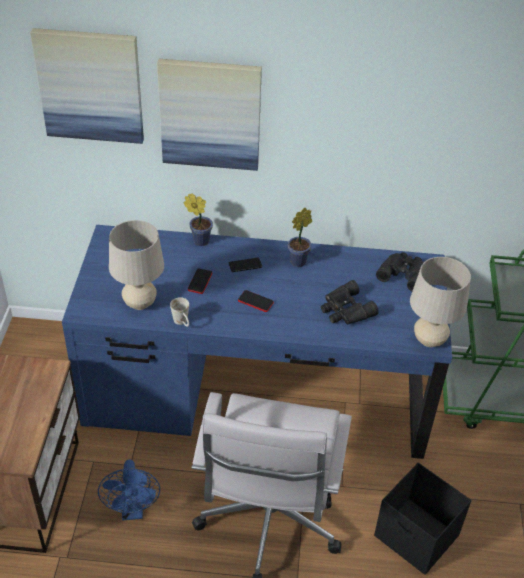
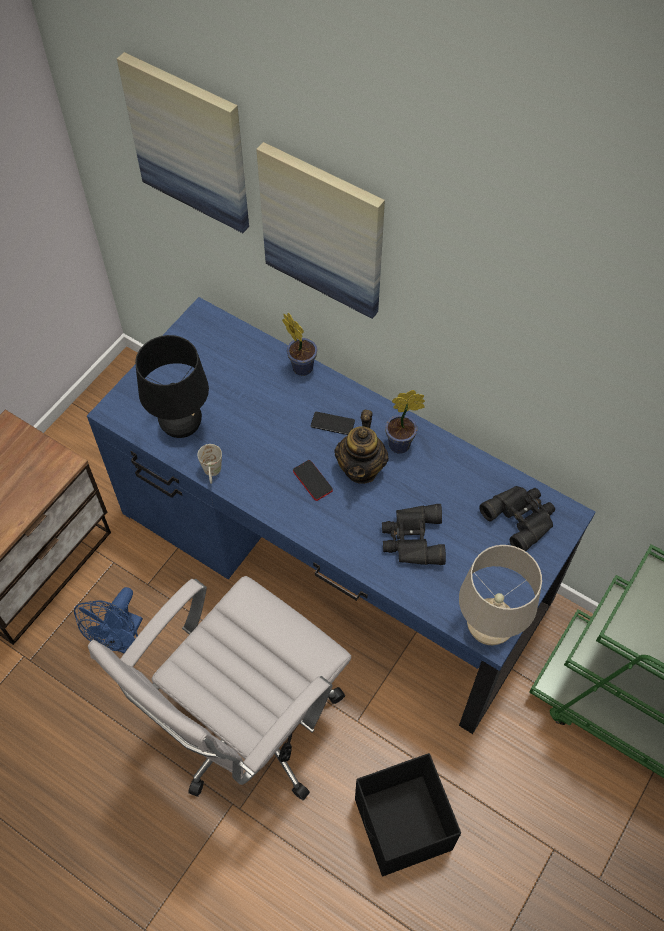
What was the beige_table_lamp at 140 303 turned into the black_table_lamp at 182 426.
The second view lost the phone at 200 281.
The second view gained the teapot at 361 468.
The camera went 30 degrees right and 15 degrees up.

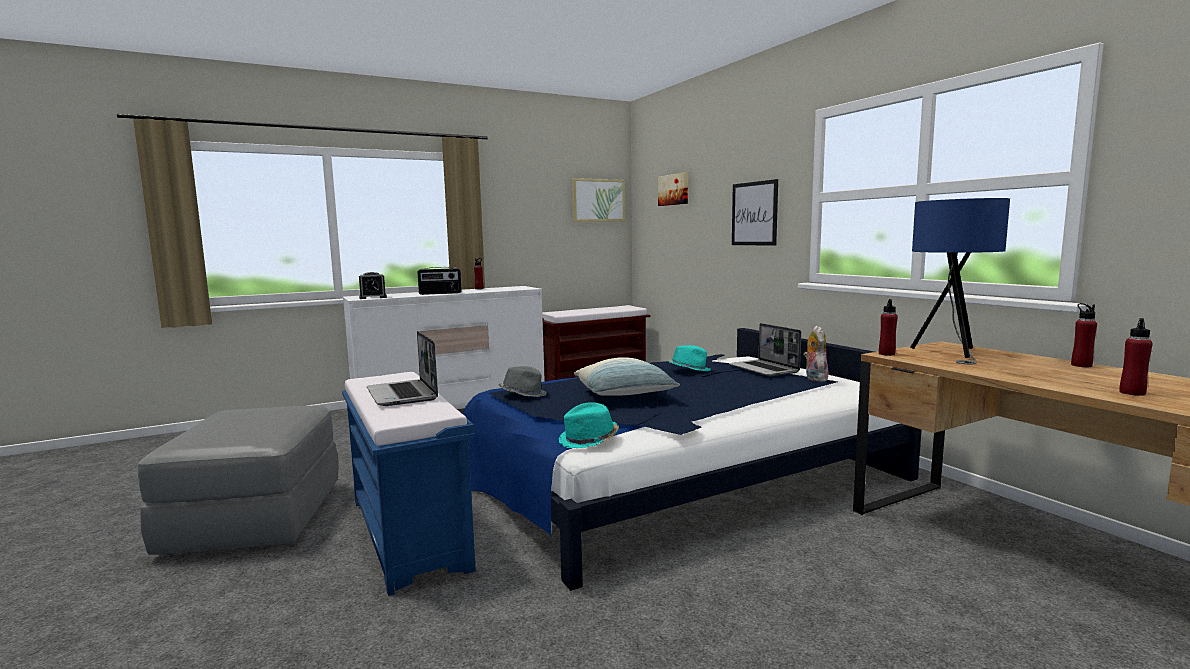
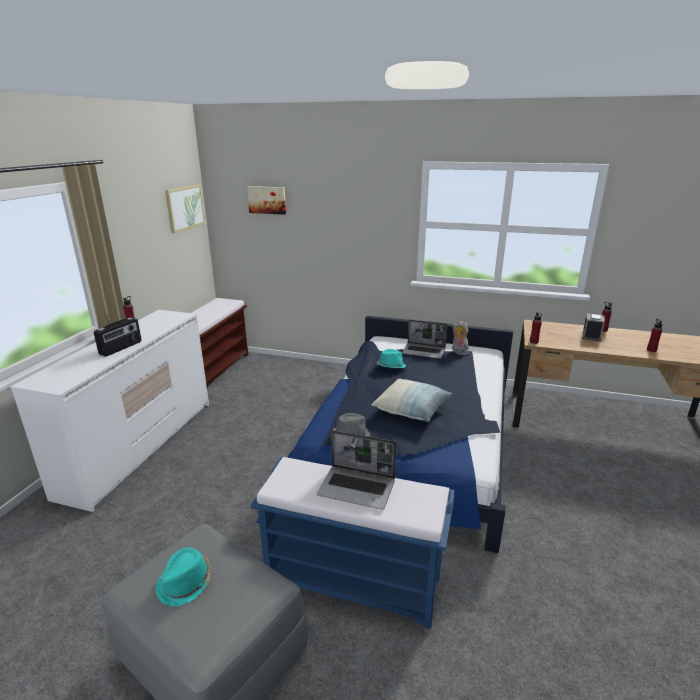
The second view lost the picture at 754 213.
The second view lost the blue_table_lamp at 950 353.
The alarm_clock ended up elsewhere, having gone from 373 297 to 591 336.
The turquoise_hat ended up elsewhere, having gone from 589 440 to 185 583.
The camera went 45 degrees left and 15 degrees up.

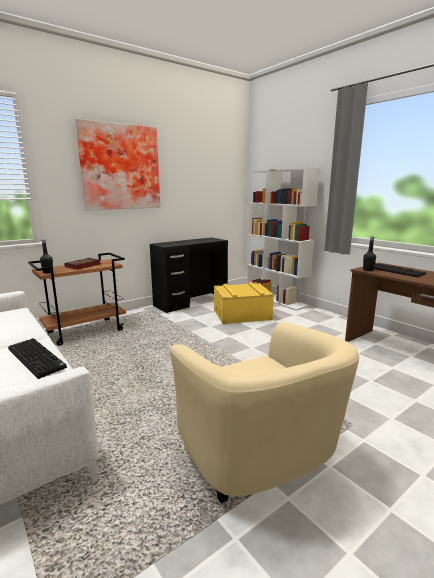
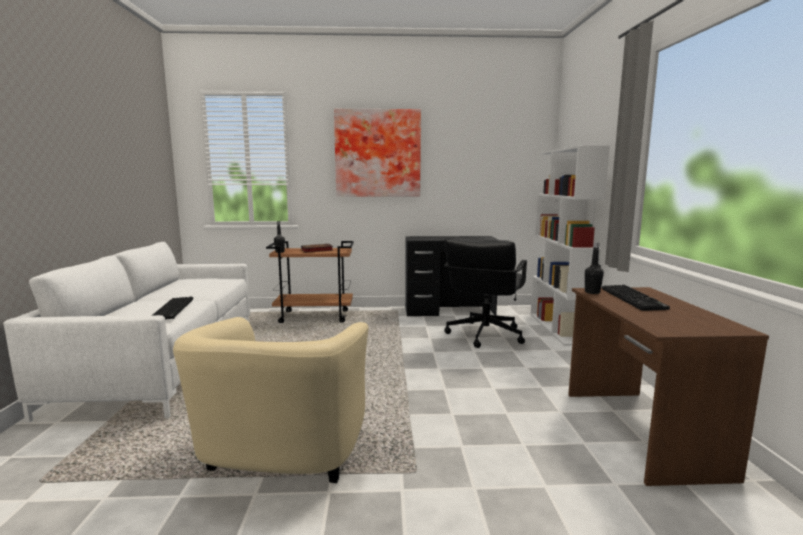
Where the yellow_storage_box stood at 242 315, the black_office_chair came to stand at 484 335.
The camera went 35 degrees right and 5 degrees down.

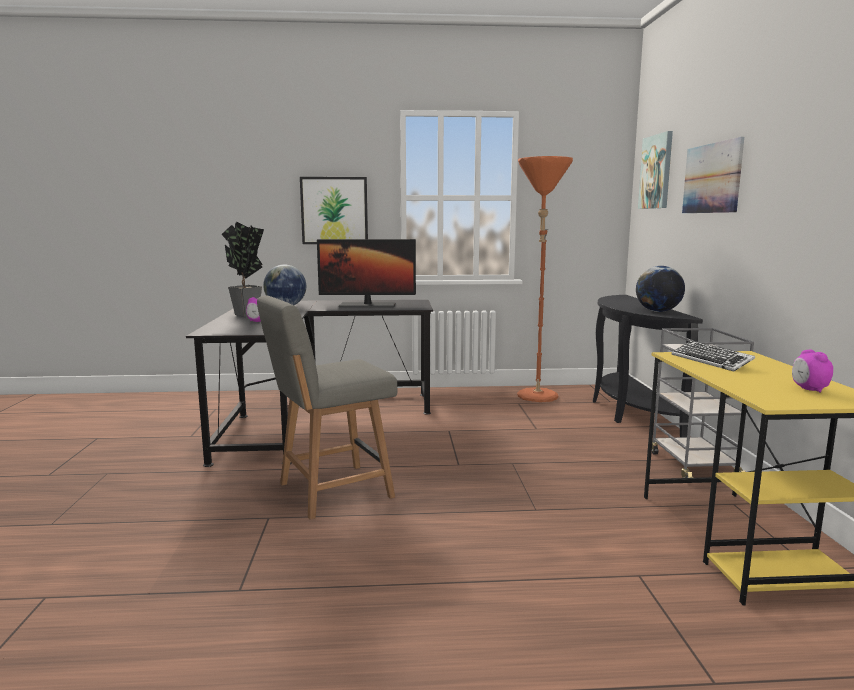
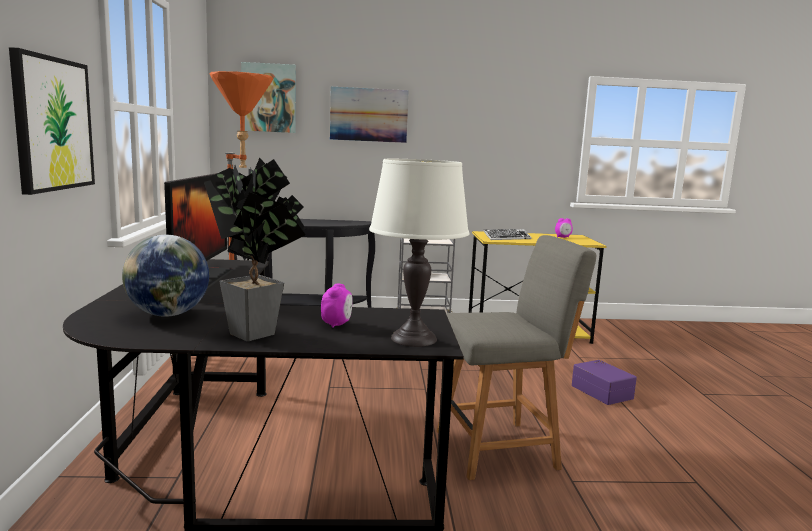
The second view lost the globe at 658 311.
The grey_chair at 331 491 ended up facing another way, 75 degrees counterclockwise from before.
The second view gained the white_table_lamp at 413 339.
The second view gained the purple_storage_box at 602 391.
The camera went 90 degrees left and 0 degrees up.

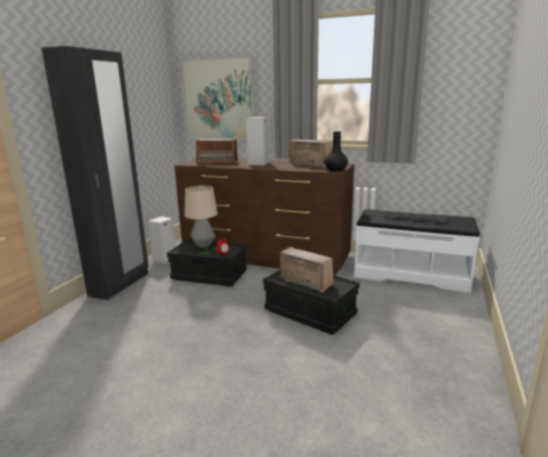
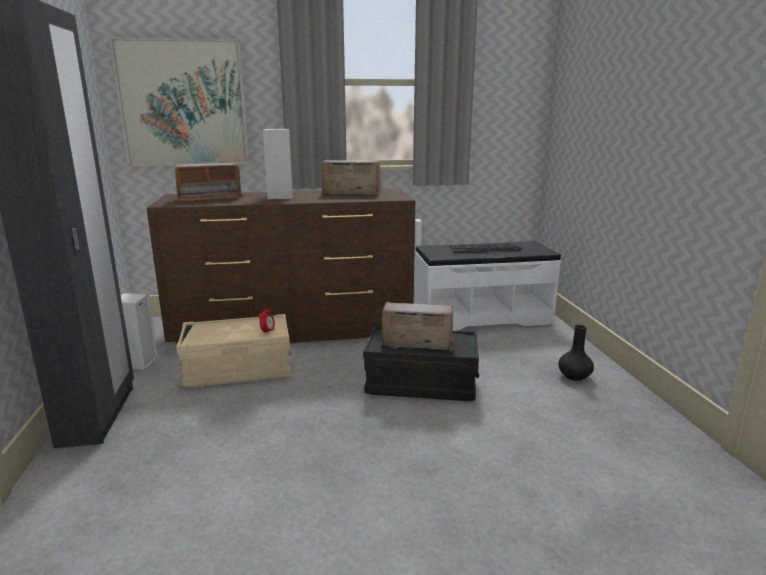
The black_vase ended up elsewhere, having gone from 336 170 to 574 376.
The second view lost the table_lamp at 203 245.
What was the black_storage_box at 209 275 turned into the beige_storage_box at 238 370.
The camera went 30 degrees left and 0 degrees up.

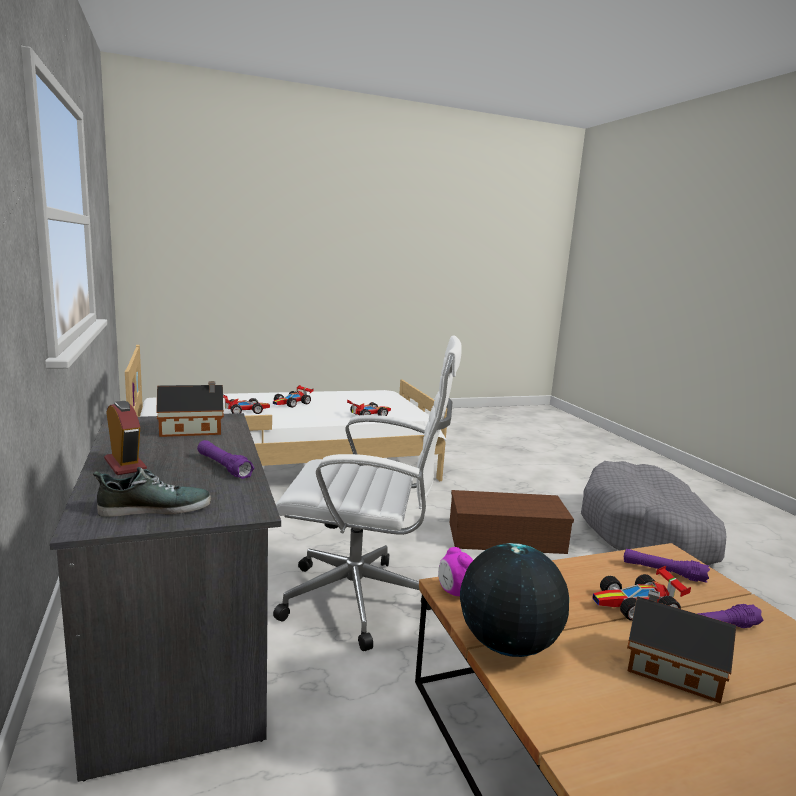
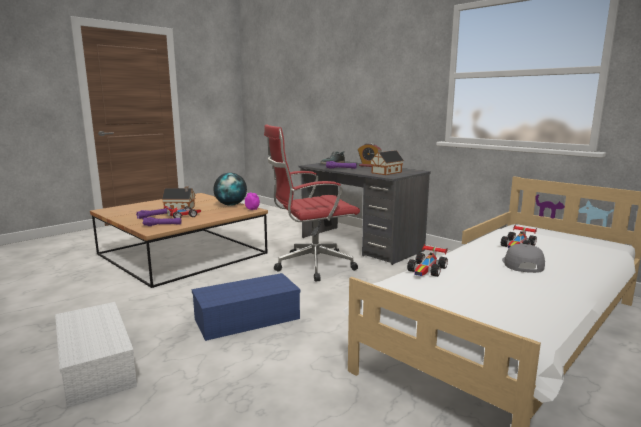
What was the white_office_chair at 362 600 turned into the red_office_chair at 311 266.
Where the toy_car stood at 292 403, the grey_cap came to stand at 521 264.
Where the grey_dog_bed stood at 646 532, the white_storage_box came to stand at 98 366.
What was the brown_storage_box at 507 537 turned into the blue_storage_box at 246 319.
The camera went 155 degrees right and 0 degrees up.

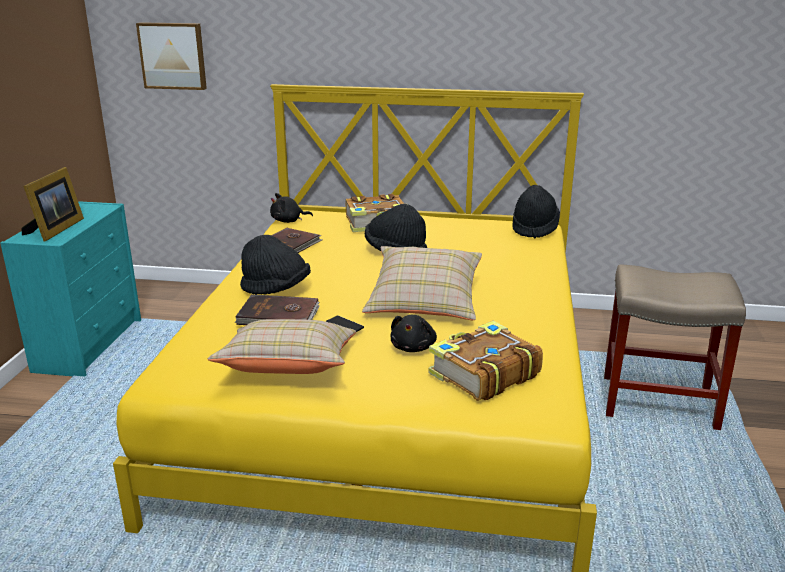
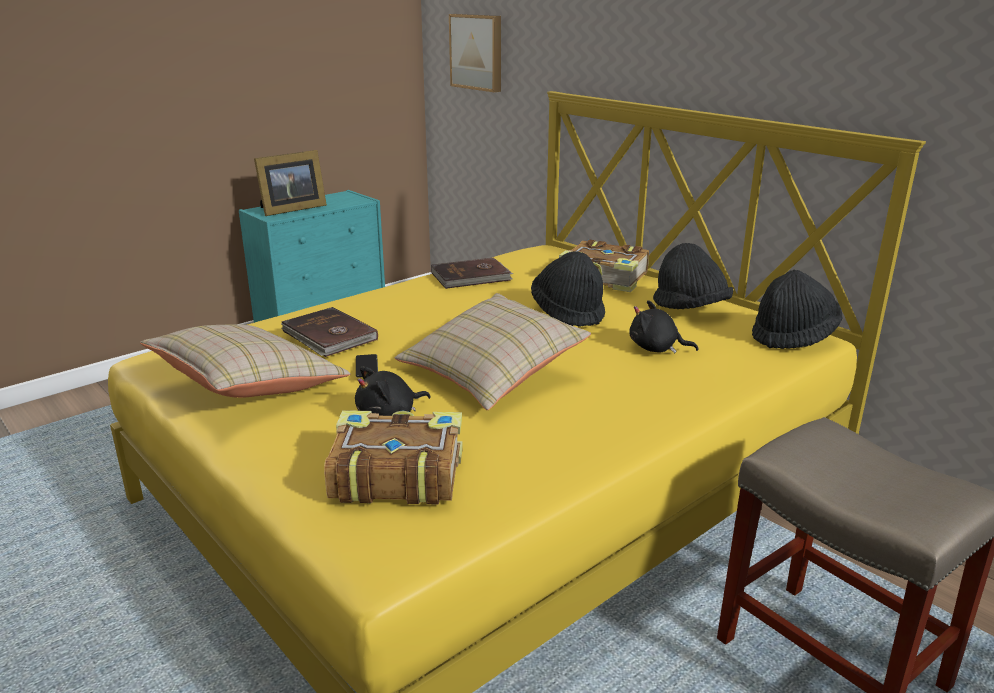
The black_plush_toy ended up elsewhere, having gone from 288 221 to 656 349.
The black_hat ended up elsewhere, having gone from 276 290 to 689 309.
The camera went 40 degrees right and 0 degrees up.

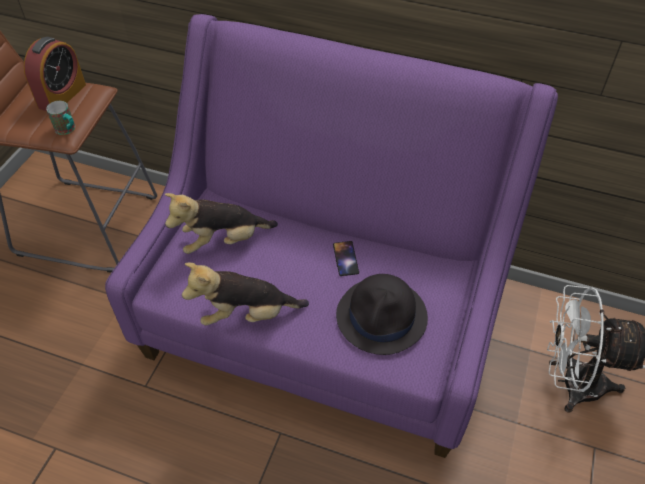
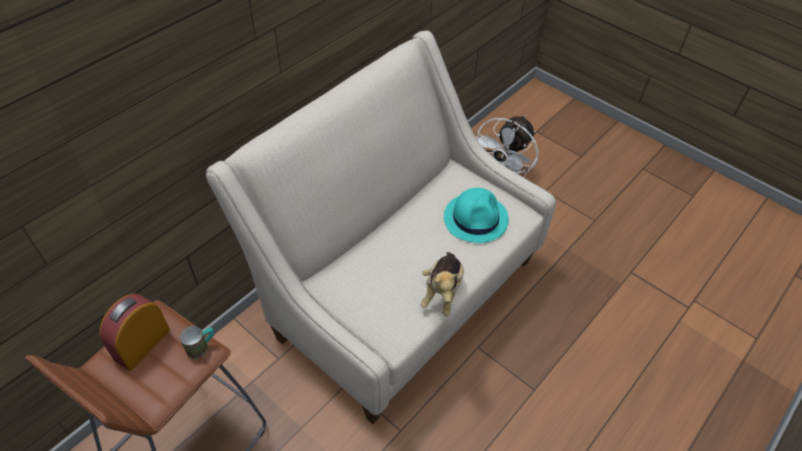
What was the purple_sofa at 322 322 turned into the beige_sofa at 397 290.
The alarm_clock at 62 96 ended up facing another way, 105 degrees counterclockwise from before.
The second view lost the plush_toy at 223 241.
The second view lost the phone at 345 258.
What was the black_hat at 382 316 turned into the turquoise_hat at 476 218.
The camera went 70 degrees left and 0 degrees up.

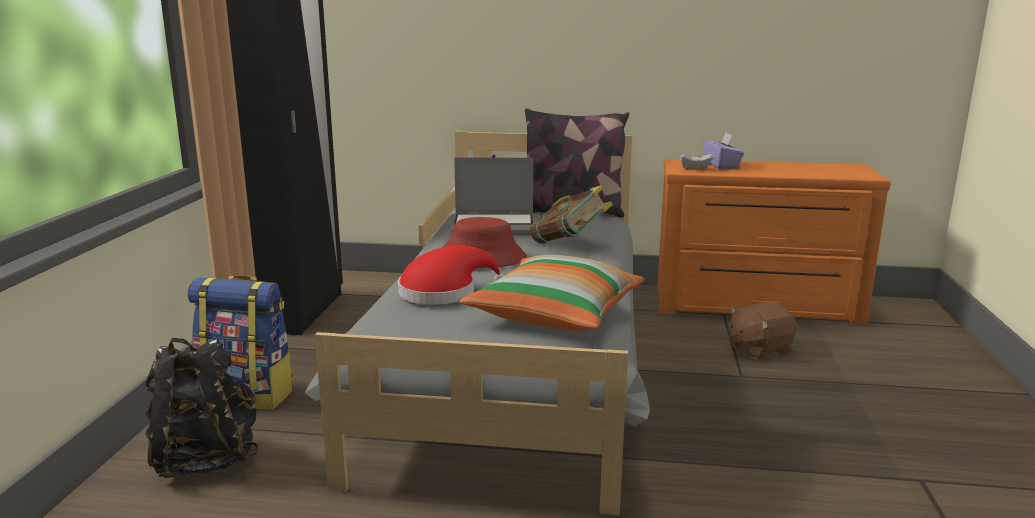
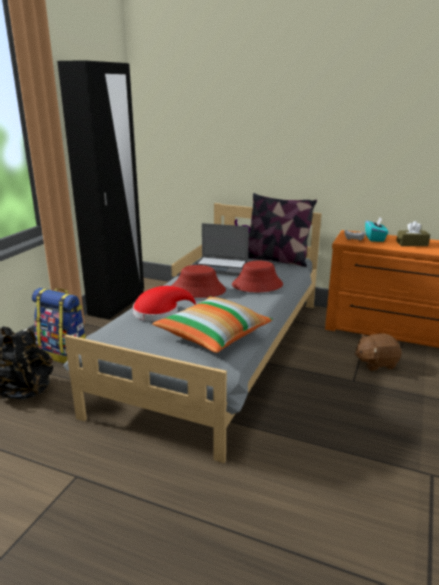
What was the purple_tissue_box at 722 165 turned into the turquoise_tissue_box at 375 238.
Where the book stood at 569 244, the red_hat came to stand at 257 285.
The second view gained the brown_tissue_box at 412 244.
The camera went 15 degrees right and 5 degrees up.

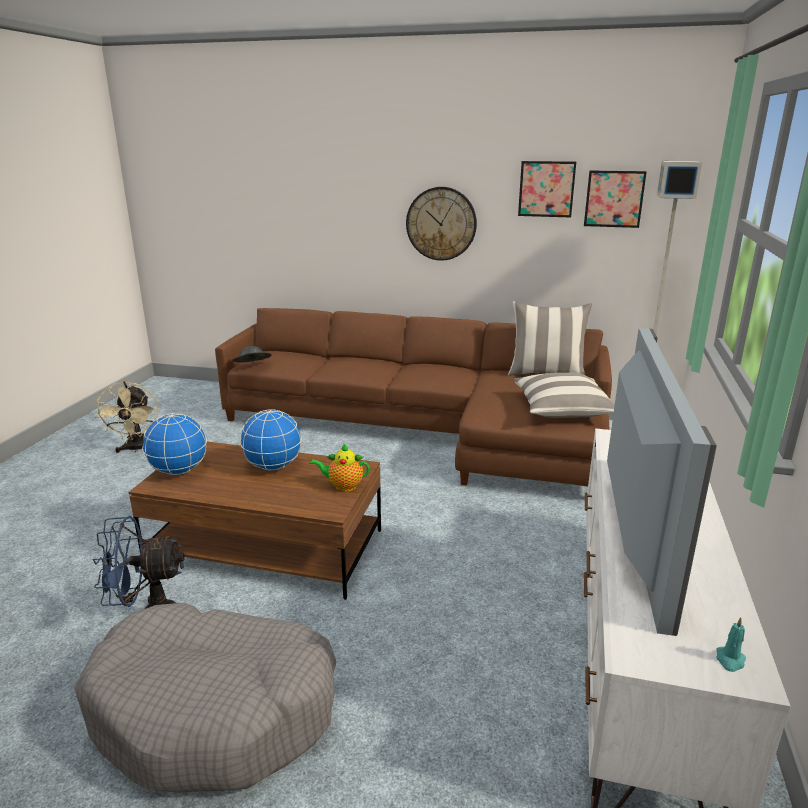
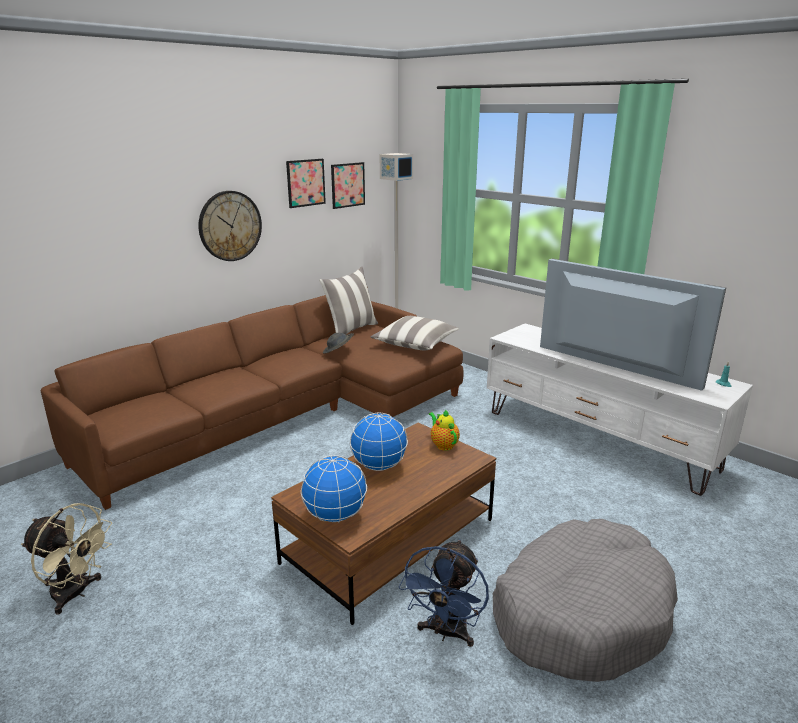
The grey_hat ended up elsewhere, having gone from 252 366 to 338 351.
The teapot at 343 486 ended up facing another way, 120 degrees clockwise from before.
The camera went 60 degrees left and 0 degrees up.

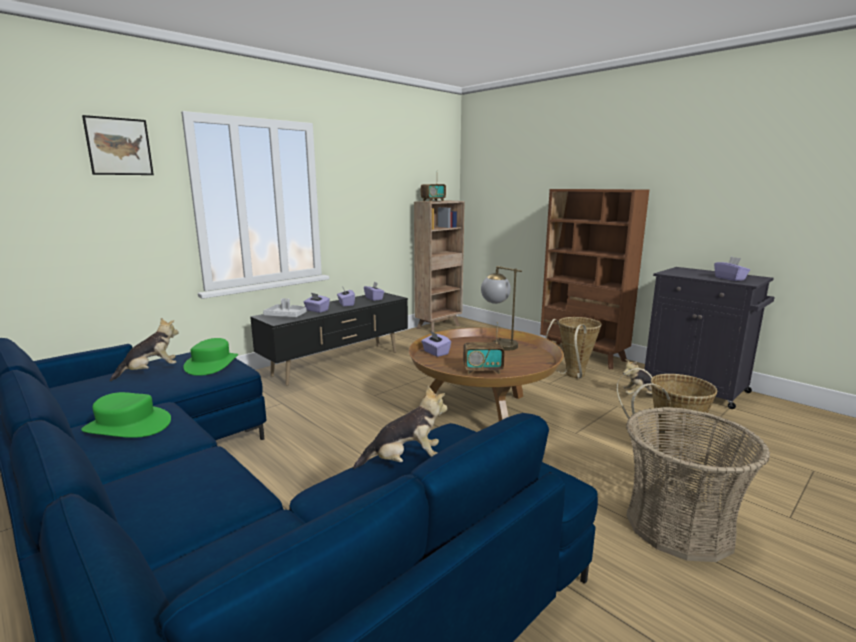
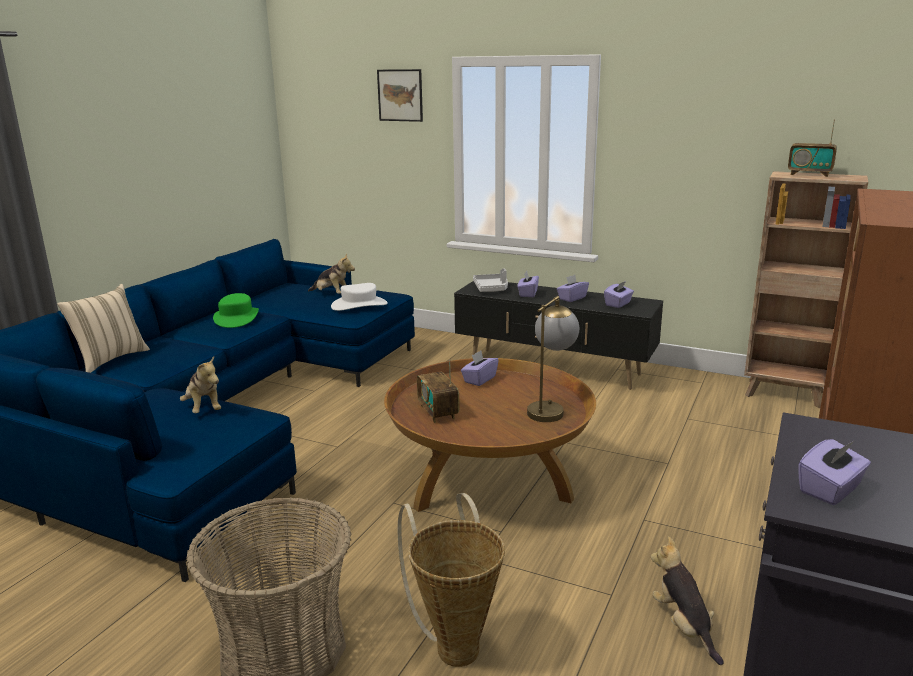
The second view lost the basket at 572 376.
What was the green_hat at 212 364 turned into the white_hat at 359 305.
The second view gained the beige_pillow at 110 359.
The camera went 70 degrees right and 5 degrees up.

